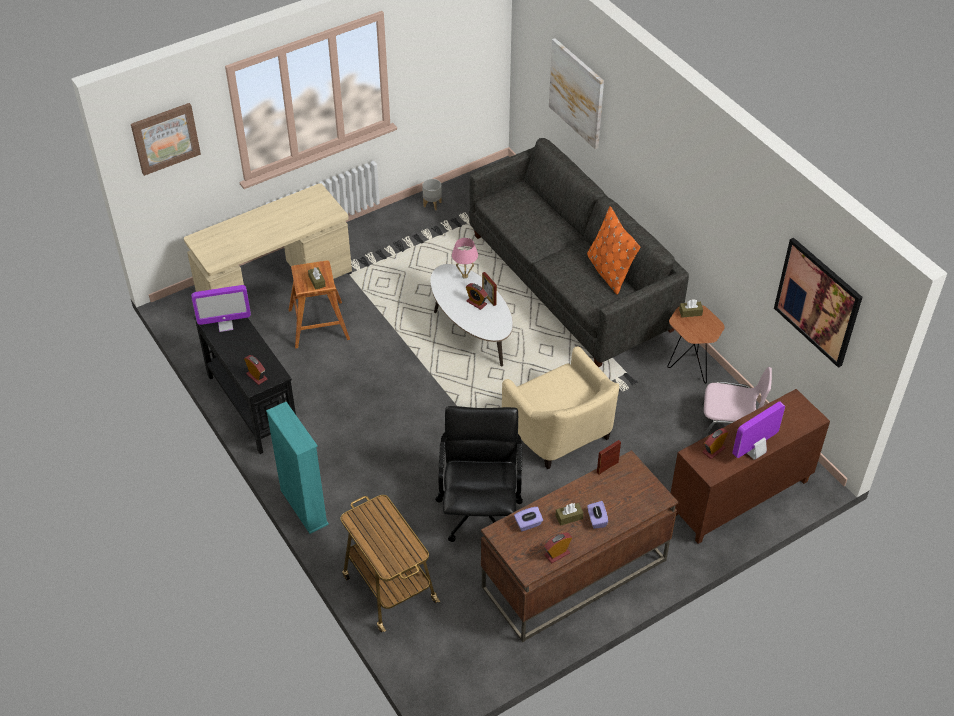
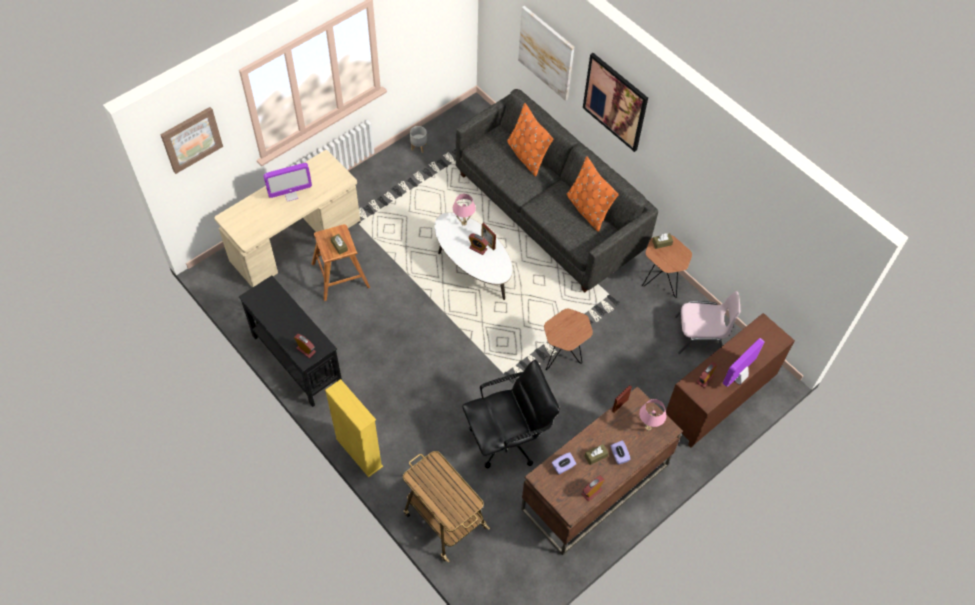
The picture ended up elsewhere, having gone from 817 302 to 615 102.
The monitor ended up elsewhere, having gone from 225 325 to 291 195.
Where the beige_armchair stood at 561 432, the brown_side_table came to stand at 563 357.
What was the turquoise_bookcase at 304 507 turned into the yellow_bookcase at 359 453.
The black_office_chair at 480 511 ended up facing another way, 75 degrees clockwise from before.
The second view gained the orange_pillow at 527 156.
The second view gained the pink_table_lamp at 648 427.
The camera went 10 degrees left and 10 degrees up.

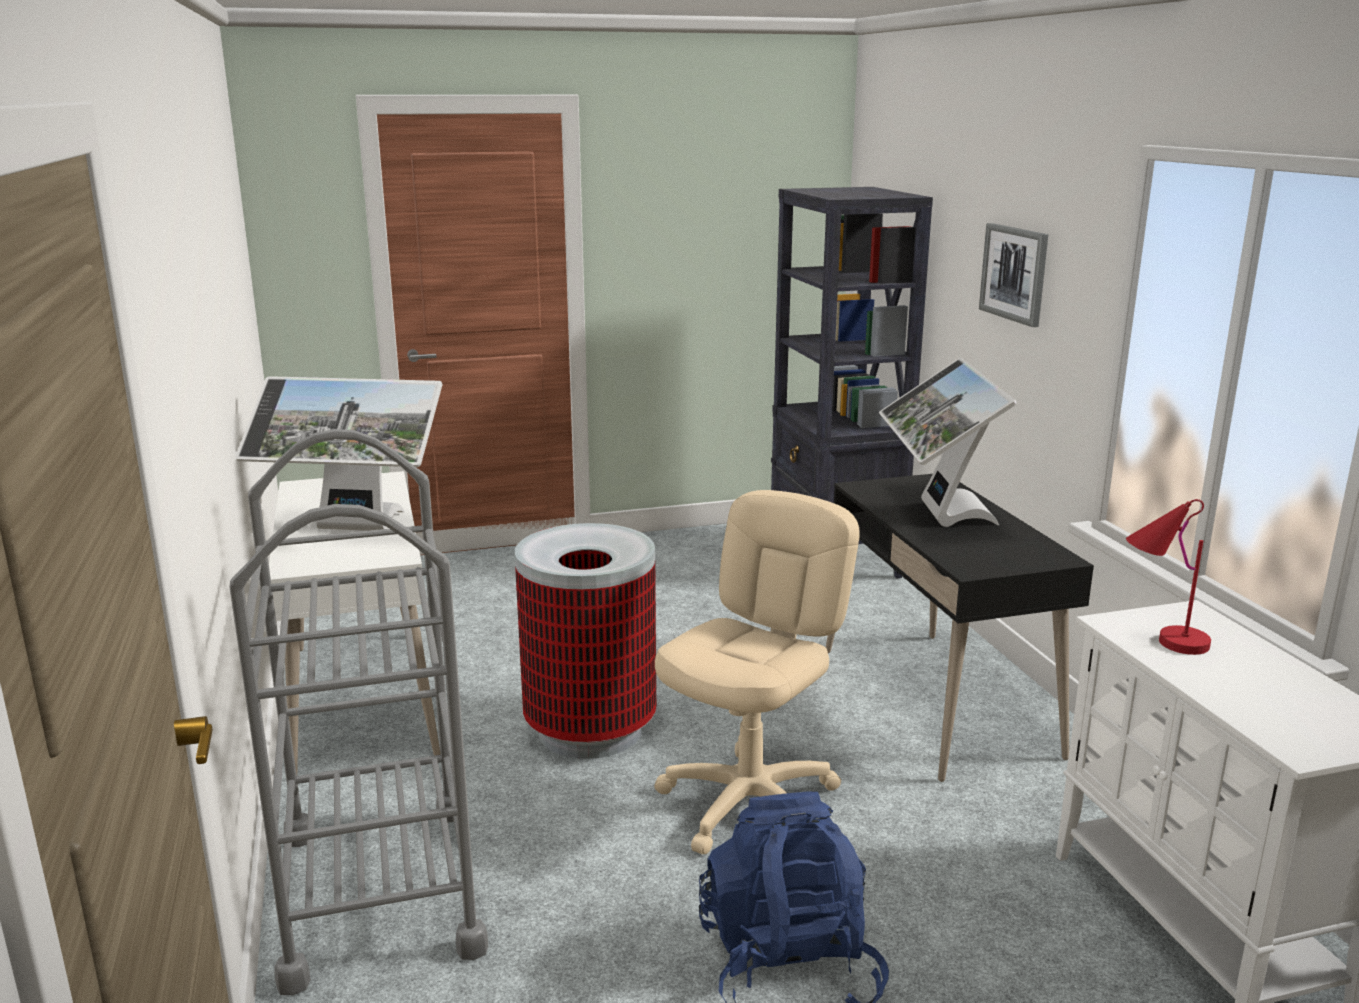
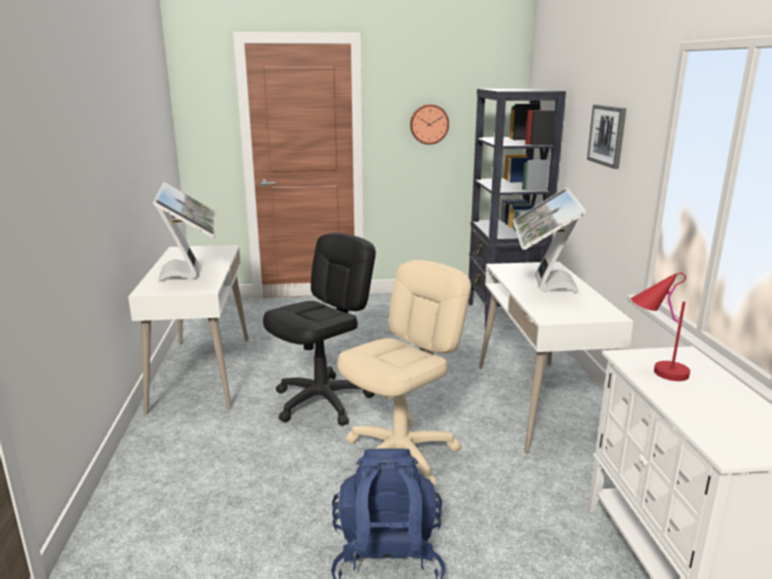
The monitor at 354 529 ended up facing another way, 120 degrees counterclockwise from before.
The second view lost the grey_cart at 379 891.
What was the black_desk at 937 701 turned into the white_desk at 540 403.
Where the trash_can stood at 591 730, the black_office_chair came to stand at 322 401.
The second view gained the wall_clock at 429 124.
The camera went 10 degrees right and 0 degrees up.

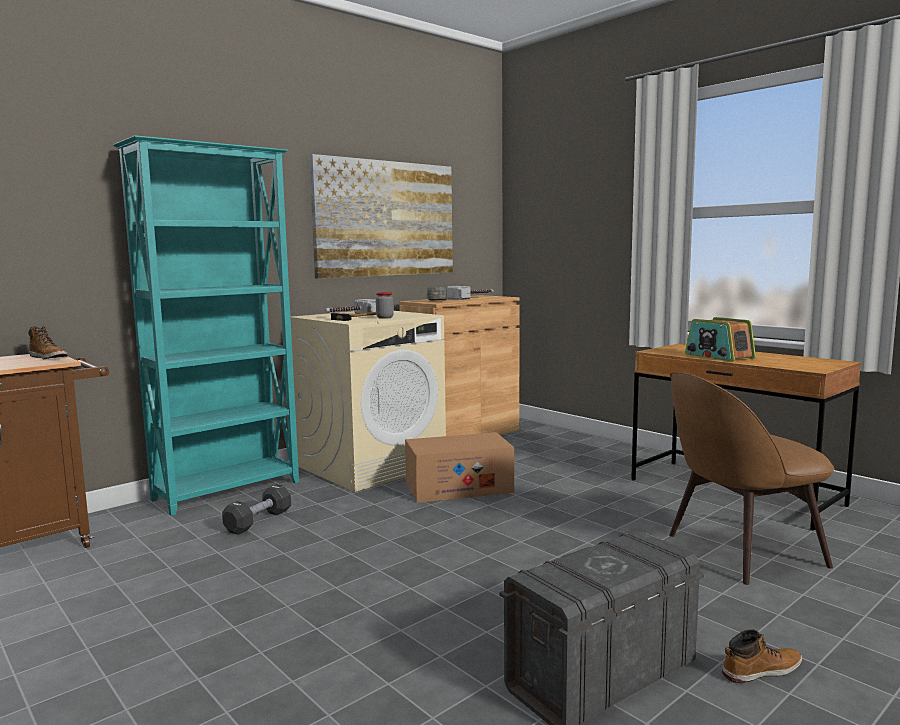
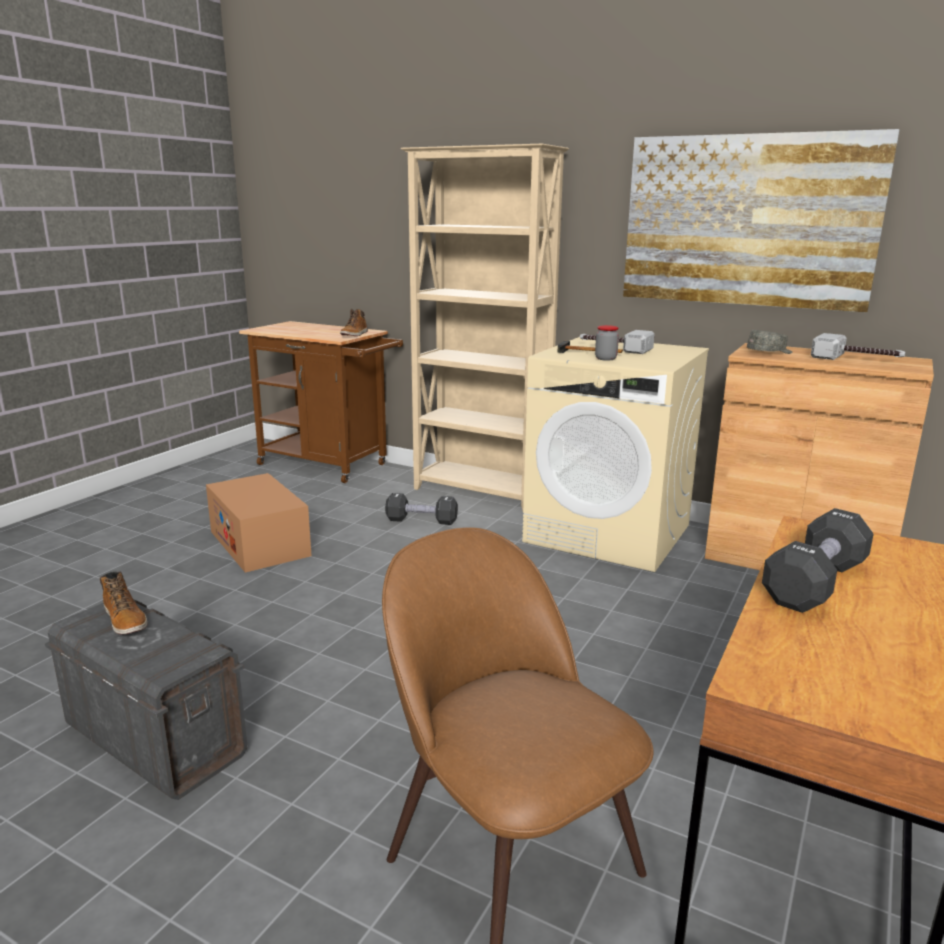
What was the turquoise_bookcase at 229 491 turned into the beige_bookcase at 481 493.
Where the radio stood at 718 356, the black_dumbbell came to stand at 815 583.
The cardboard_box ended up elsewhere, having gone from 458 487 to 259 543.
The boot ended up elsewhere, having gone from 760 671 to 125 620.
The camera went 70 degrees right and 10 degrees up.

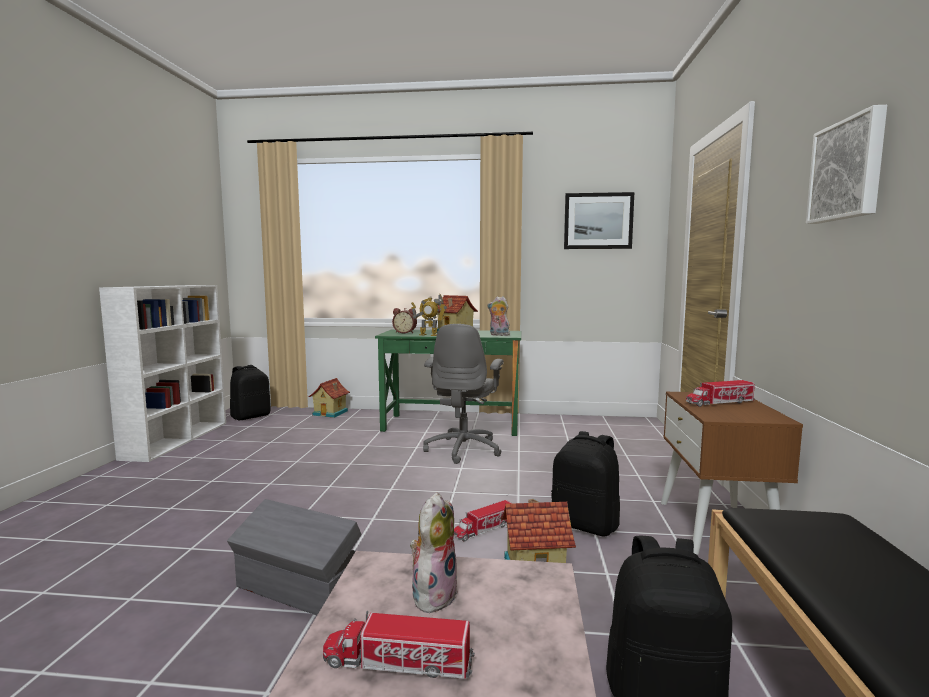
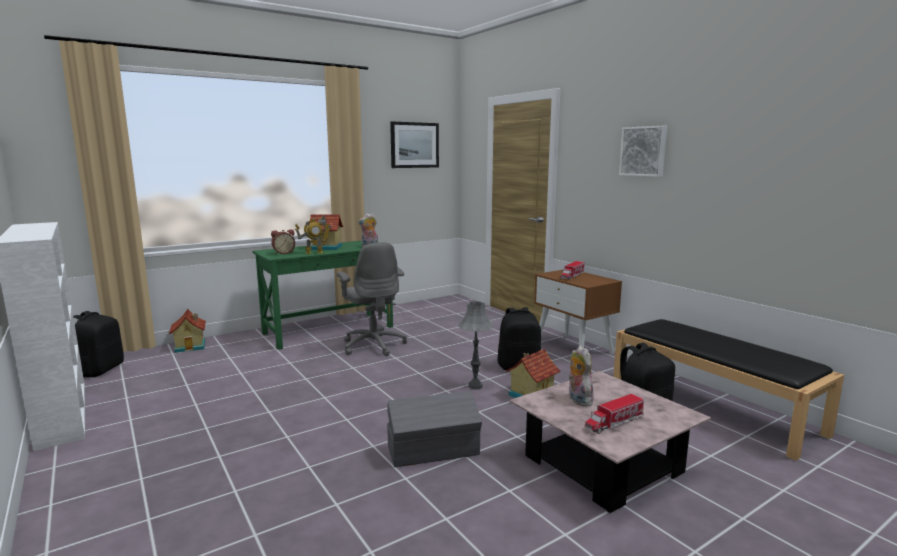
Where the toy_truck stood at 484 529, the grey_table_lamp came to stand at 475 386.
The camera went 40 degrees left and 5 degrees up.

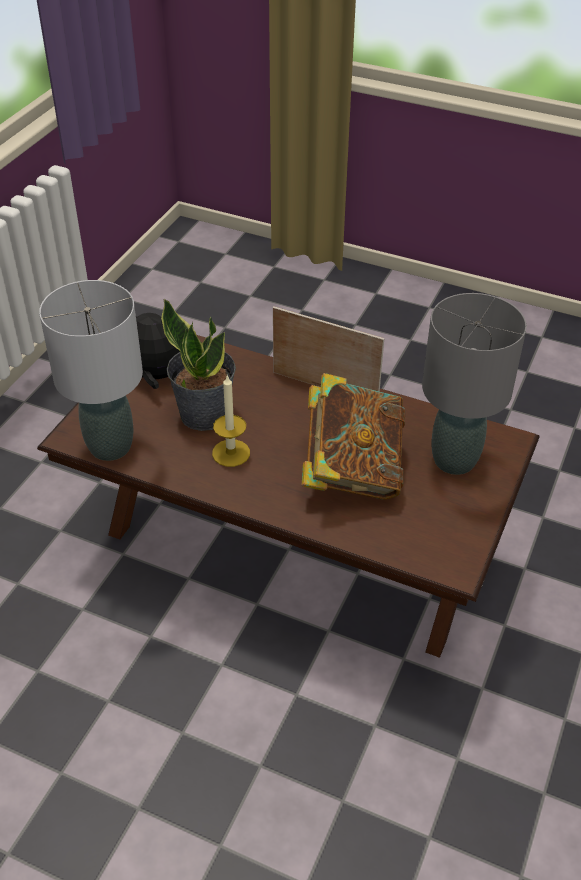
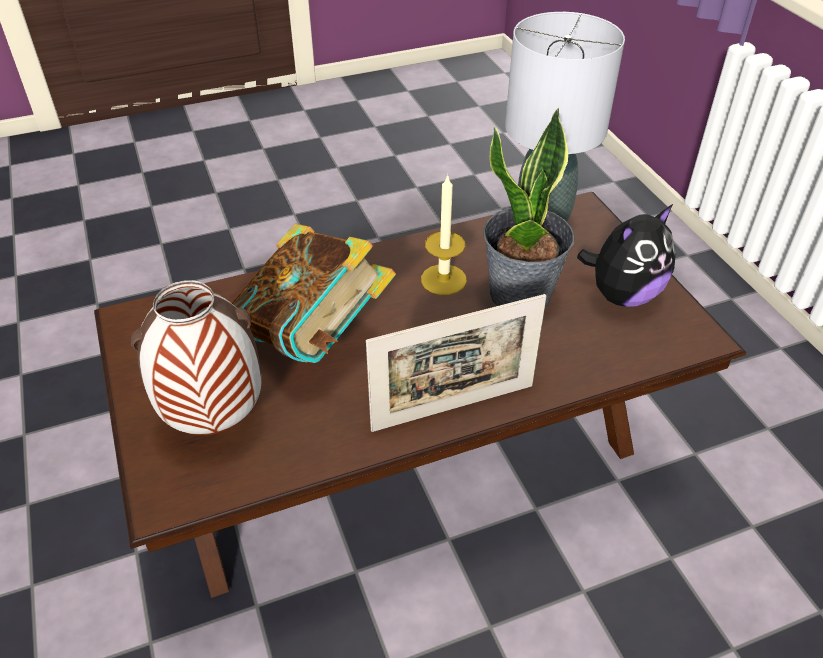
Where the grey_table_lamp stood at 455 460, the vase came to stand at 214 423.
The camera went 135 degrees right and 0 degrees up.

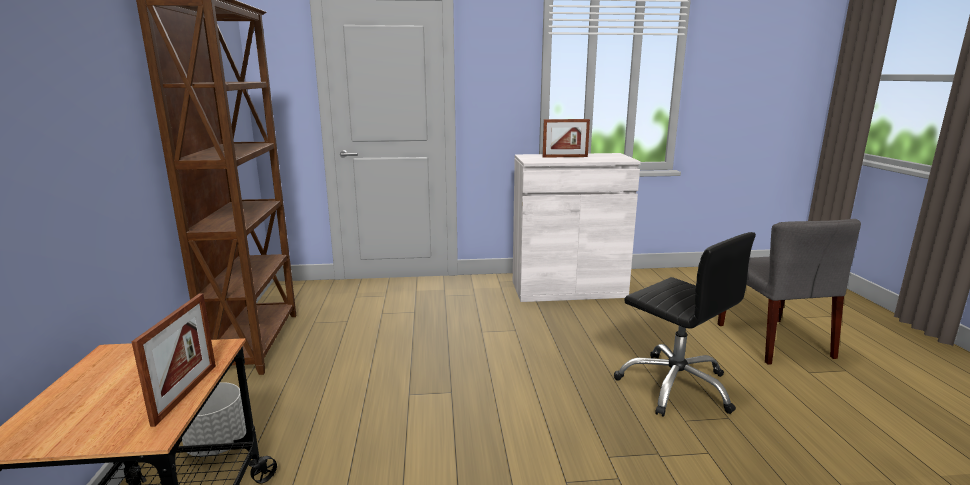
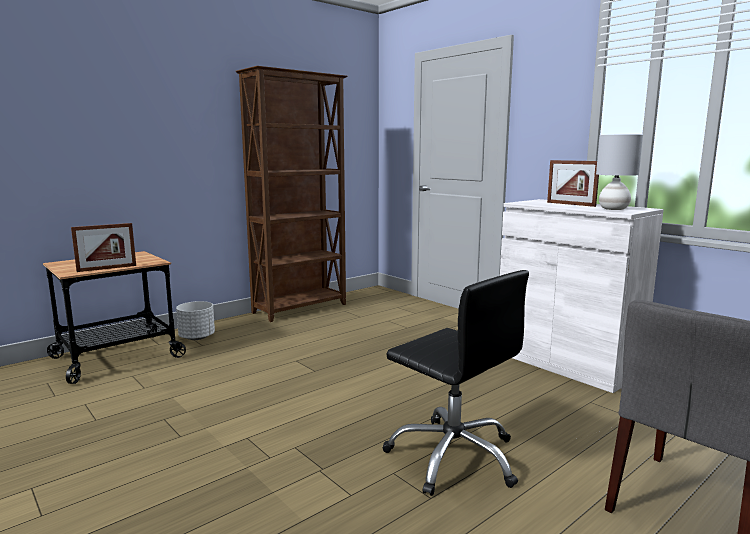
The black_office_chair at 675 386 ended up facing another way, 60 degrees counterclockwise from before.
The second view gained the grey_table_lamp at 614 209.
The camera went 55 degrees right and 5 degrees down.

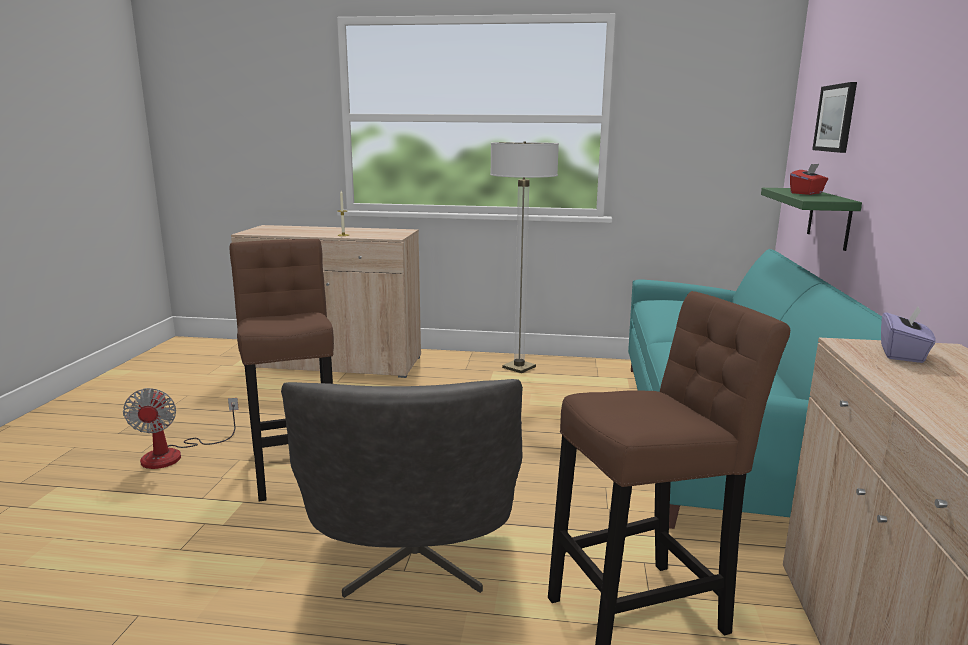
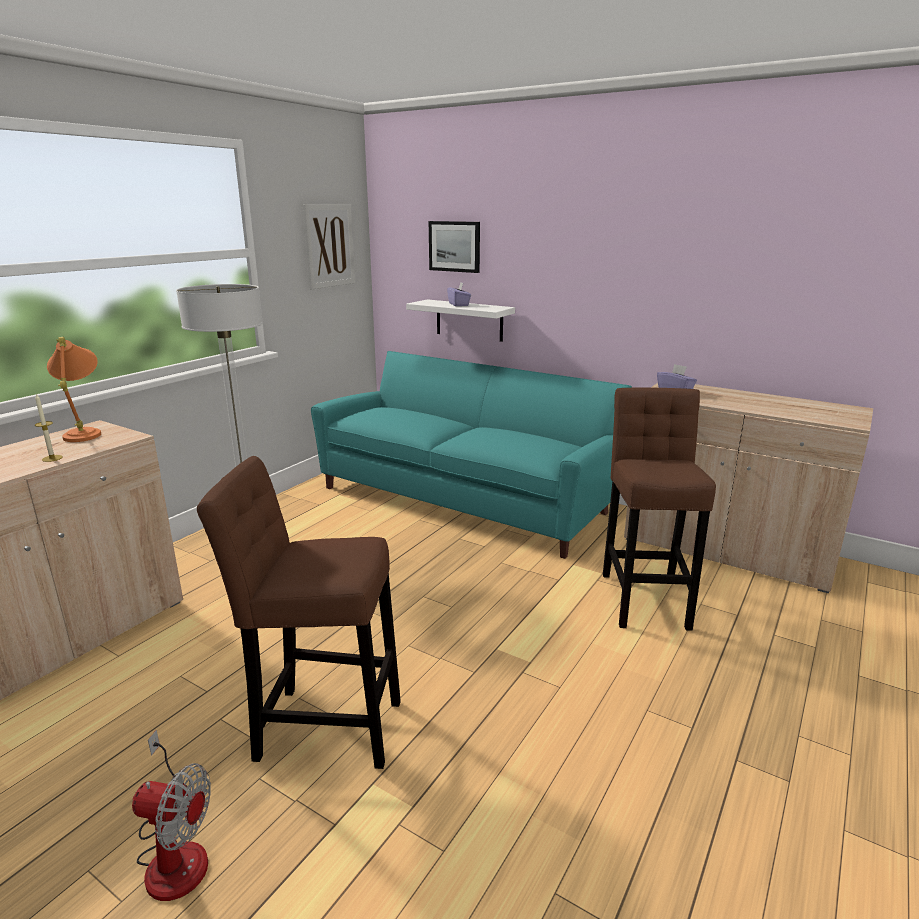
What was the red_tissue_box at 807 193 turned into the purple_tissue_box at 459 304.
What was the green_shelf at 829 218 turned into the white_shelf at 469 320.
The second view lost the grey_armchair at 414 567.
The second view gained the picture at 329 246.
The second view gained the orange_table_lamp at 85 432.
The camera went 65 degrees left and 5 degrees up.

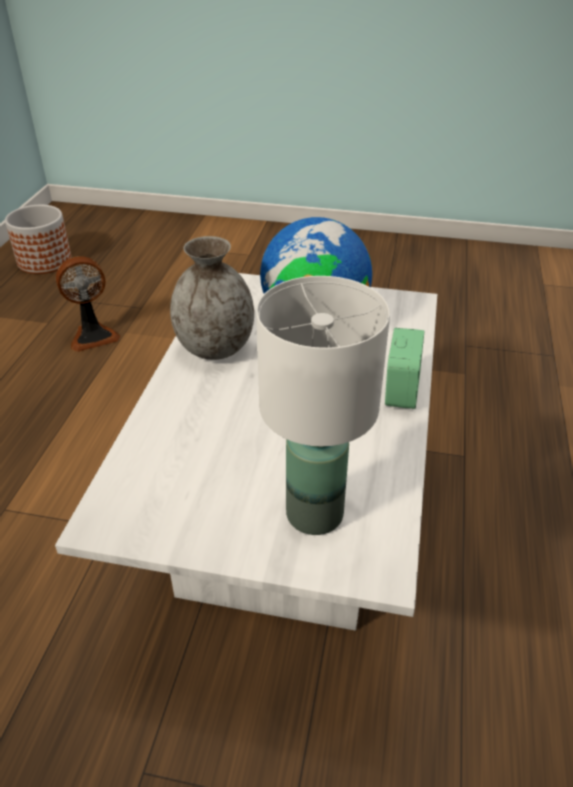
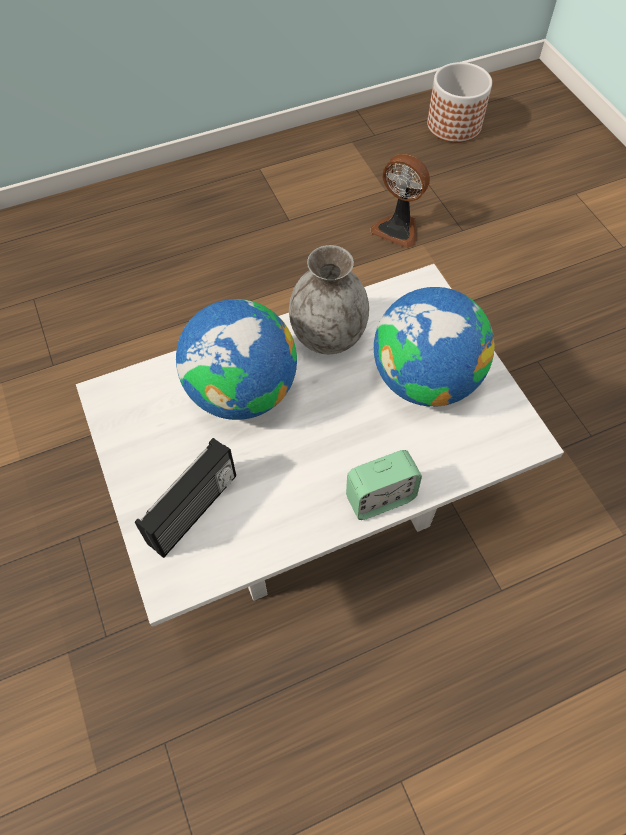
Where the white_table_lamp stood at 313 513, the radio came to stand at 195 511.
The second view gained the globe at 241 392.
The camera went 55 degrees right and 20 degrees up.

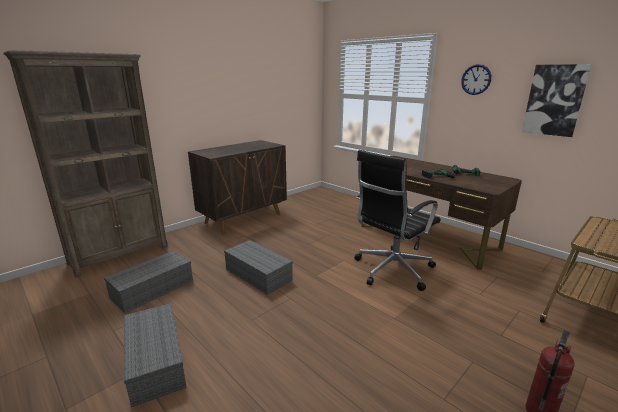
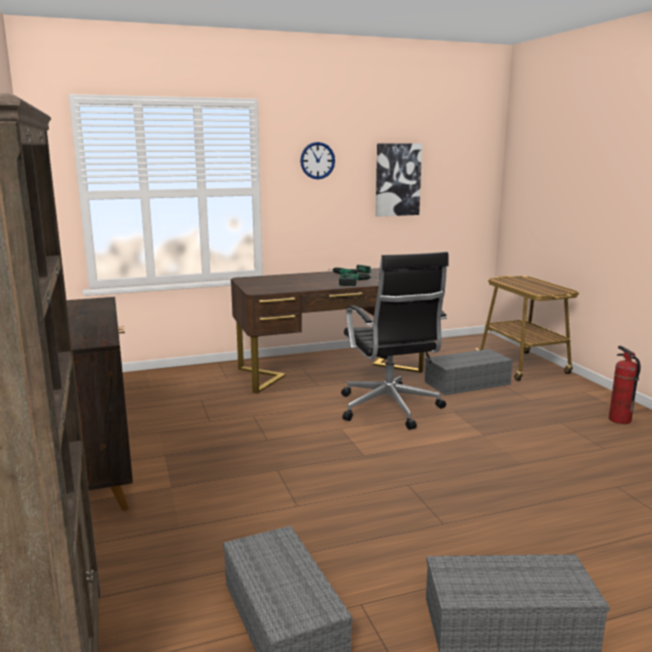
The grey_storage_box ended up elsewhere, having gone from 257 274 to 466 383.
The camera went 65 degrees left and 5 degrees down.

